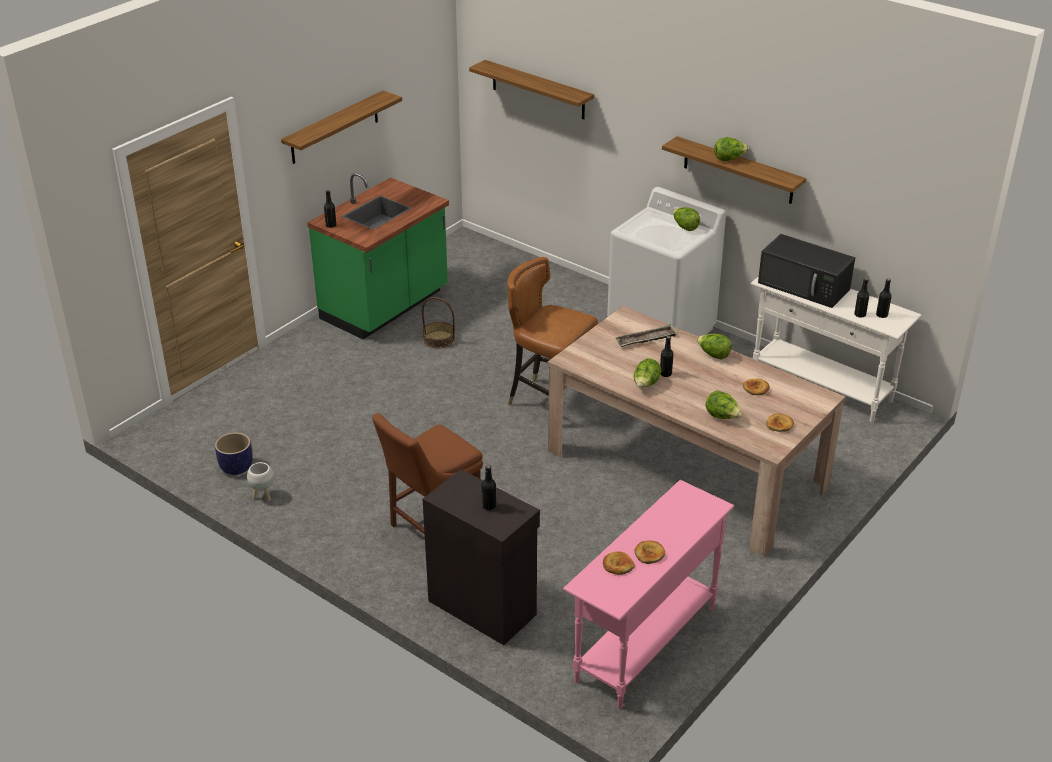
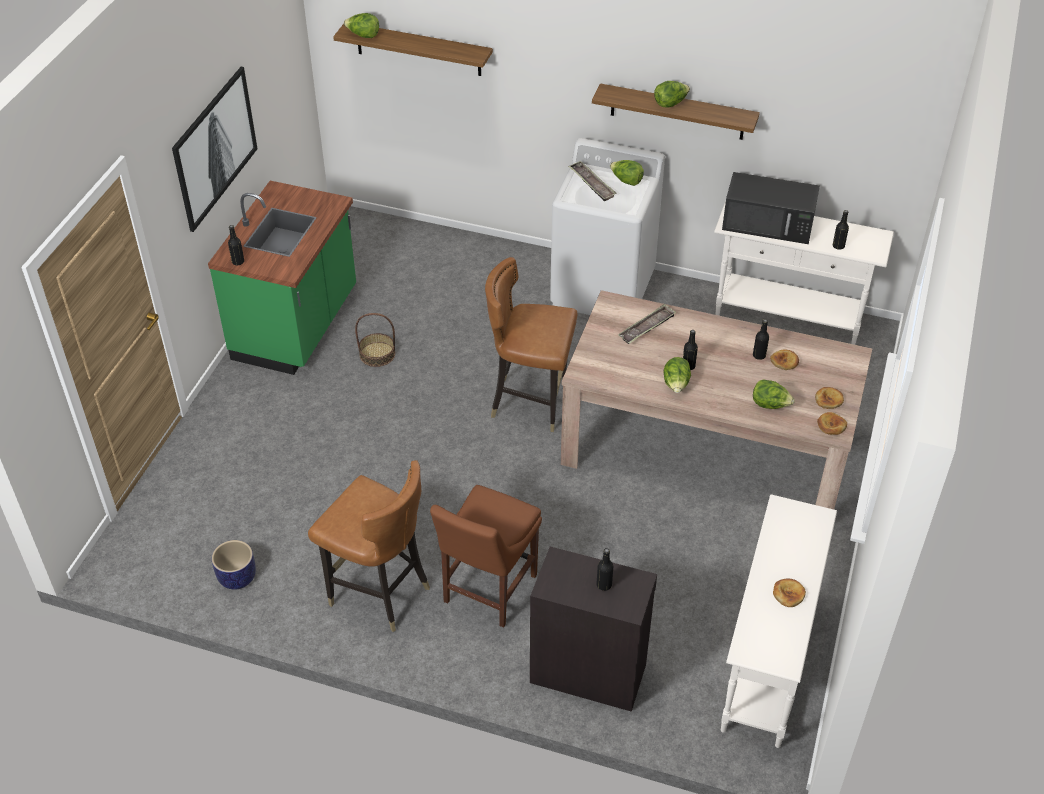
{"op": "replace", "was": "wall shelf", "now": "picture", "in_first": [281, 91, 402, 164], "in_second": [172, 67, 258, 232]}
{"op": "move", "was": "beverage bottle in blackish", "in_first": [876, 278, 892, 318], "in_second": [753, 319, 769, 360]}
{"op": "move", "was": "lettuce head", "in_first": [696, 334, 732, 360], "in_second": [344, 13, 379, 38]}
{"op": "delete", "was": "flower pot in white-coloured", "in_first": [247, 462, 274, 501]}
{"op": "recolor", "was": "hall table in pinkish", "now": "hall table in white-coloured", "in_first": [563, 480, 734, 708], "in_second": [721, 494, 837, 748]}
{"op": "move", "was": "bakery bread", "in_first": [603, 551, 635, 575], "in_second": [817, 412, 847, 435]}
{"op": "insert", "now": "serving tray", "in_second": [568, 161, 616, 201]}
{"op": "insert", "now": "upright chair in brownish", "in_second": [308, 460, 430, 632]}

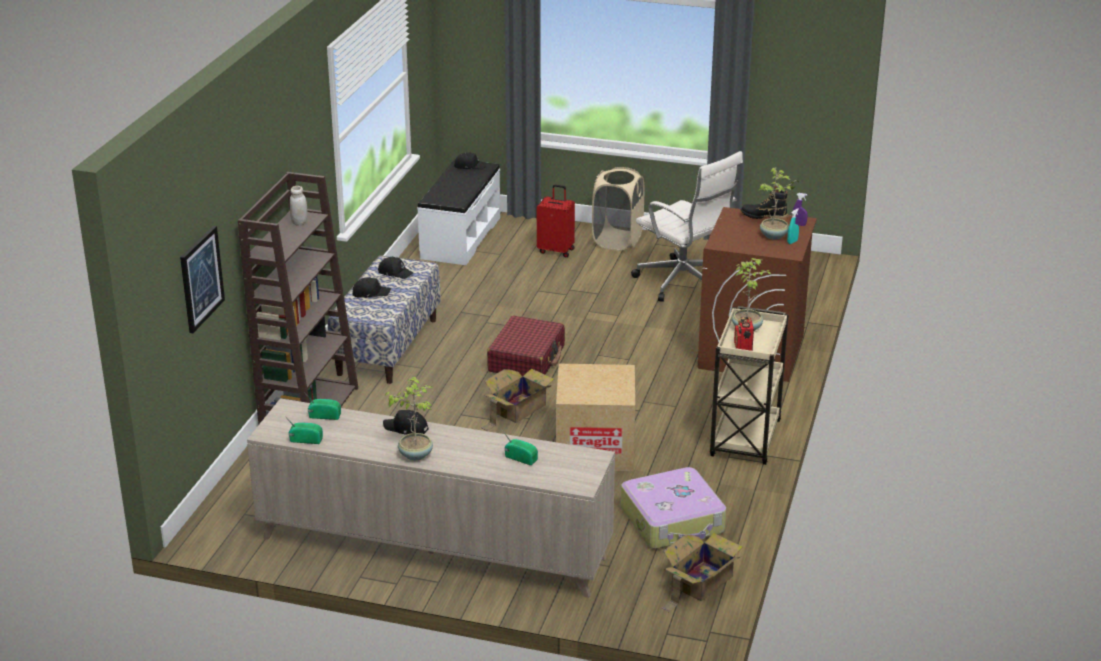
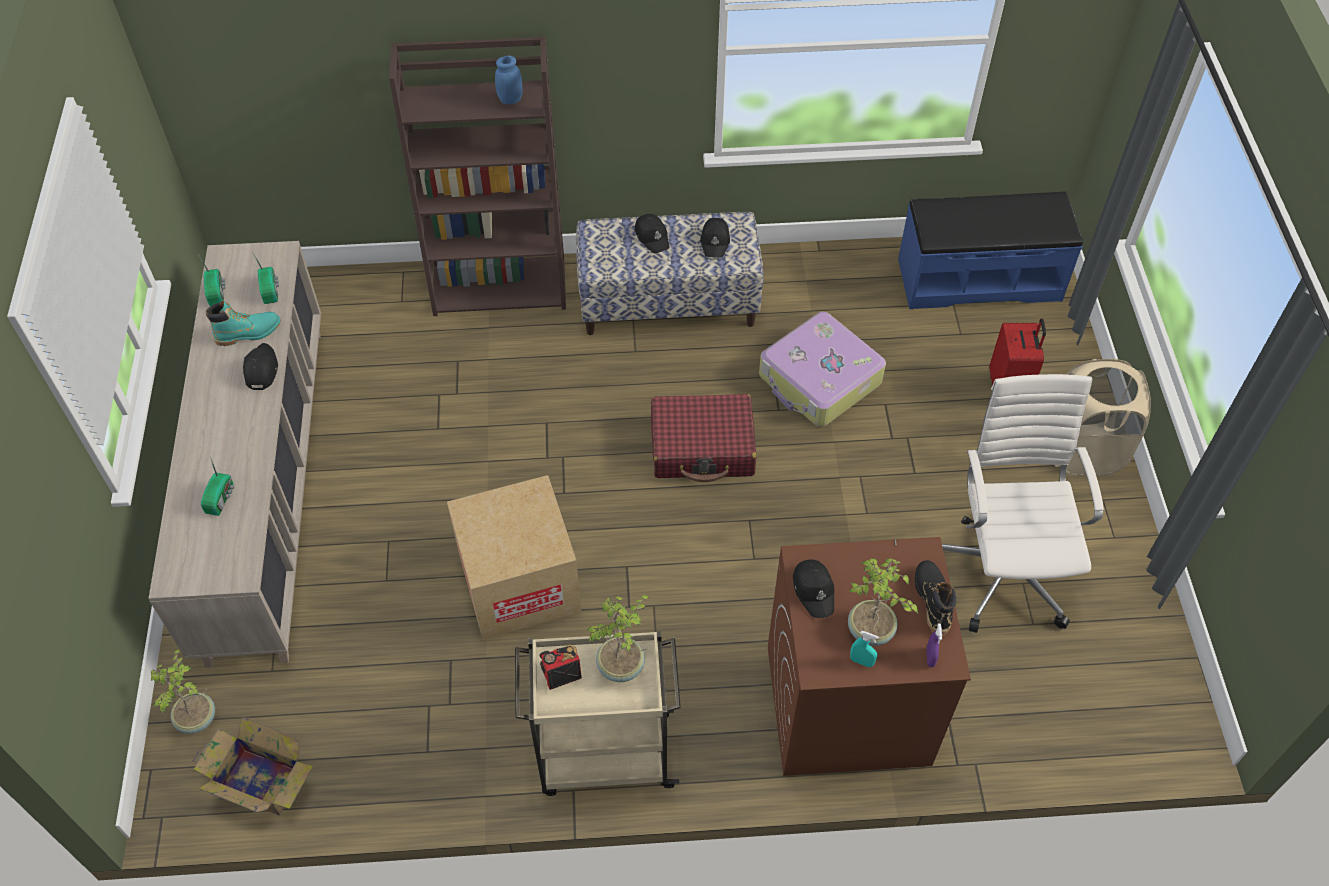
{"op": "rotate", "was": "desk chair in white-coloured", "in_first": [631, 151, 743, 302], "in_second": [942, 374, 1104, 633], "clockwise": 150}
{"op": "move", "was": "cap in blackish", "in_first": [454, 152, 487, 169], "in_second": [793, 559, 835, 618]}
{"op": "recolor", "was": "long seat in white-coloured", "now": "long seat in blue-coloured", "in_first": [417, 159, 500, 265], "in_second": [898, 192, 1083, 309]}
{"op": "recolor", "was": "jar in white-coloured", "now": "jar in blue-coloured", "in_first": [290, 186, 307, 226], "in_second": [495, 56, 523, 104]}
{"op": "delete", "was": "picture", "in_first": [180, 226, 225, 333]}
{"op": "delete", "was": "cardboard box", "in_first": [481, 369, 554, 431]}
{"op": "move", "was": "houseplant", "in_first": [384, 377, 433, 461], "in_second": [151, 649, 215, 734]}
{"op": "move", "was": "suitcase", "in_first": [621, 467, 726, 549], "in_second": [759, 312, 886, 427]}
{"op": "insert", "now": "tall boot in blue-green", "in_second": [206, 301, 281, 346]}

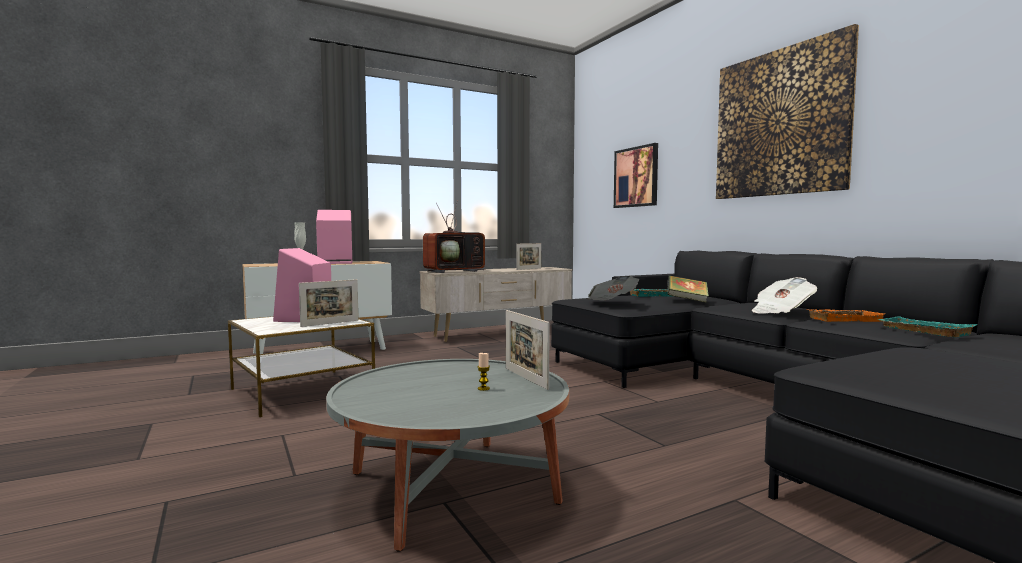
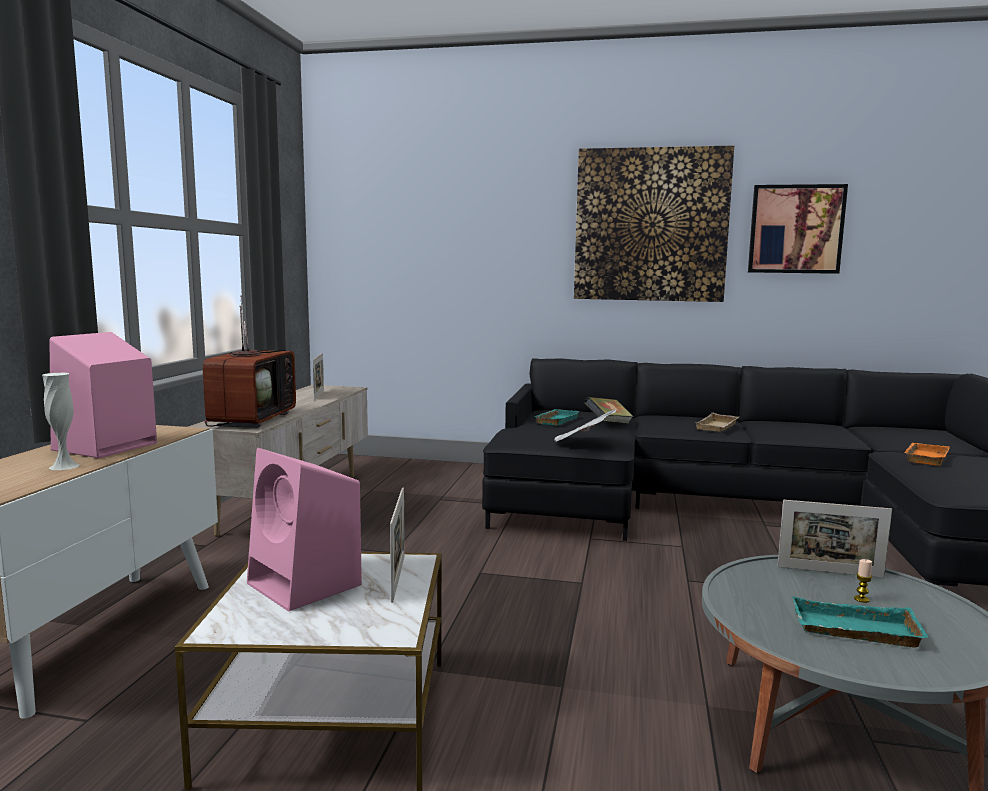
{"op": "move", "was": "picture", "in_first": [614, 143, 658, 208], "in_second": [748, 184, 848, 274]}
{"op": "replace", "was": "daily paper", "now": "serving tray in beige-coloured", "in_first": [752, 277, 817, 314], "in_second": [696, 413, 739, 432]}
{"op": "move", "was": "serving tray in orange", "in_first": [806, 309, 884, 322], "in_second": [905, 443, 950, 466]}
{"op": "move", "was": "serving tray in blue-green", "in_first": [879, 316, 978, 337], "in_second": [792, 596, 929, 648]}

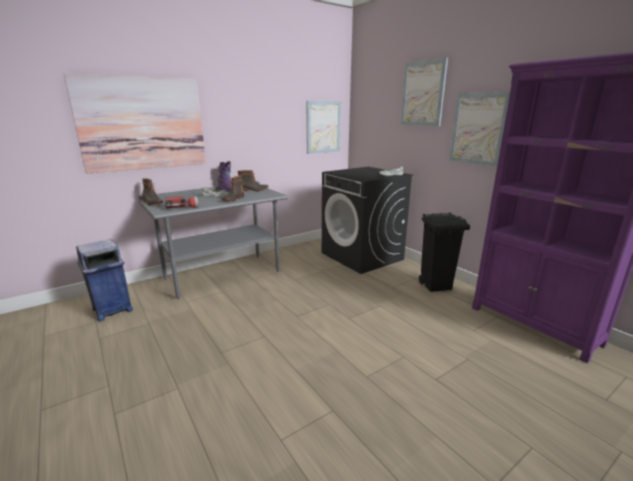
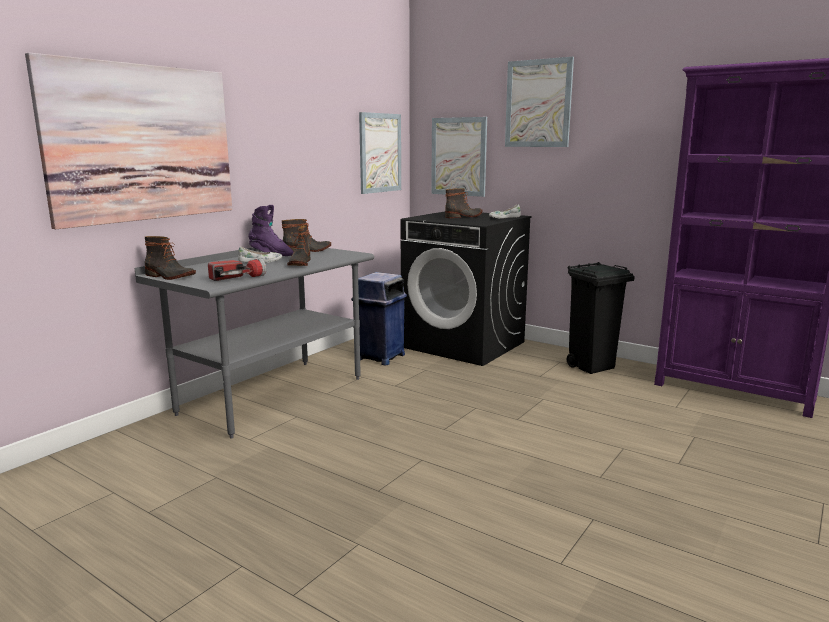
{"op": "move", "was": "picture", "in_first": [449, 92, 510, 167], "in_second": [431, 117, 487, 197]}
{"op": "move", "was": "waste bin in blue-coloured", "in_first": [76, 239, 133, 322], "in_second": [351, 272, 407, 365]}
{"op": "insert", "now": "tall boot", "in_second": [445, 188, 482, 218]}

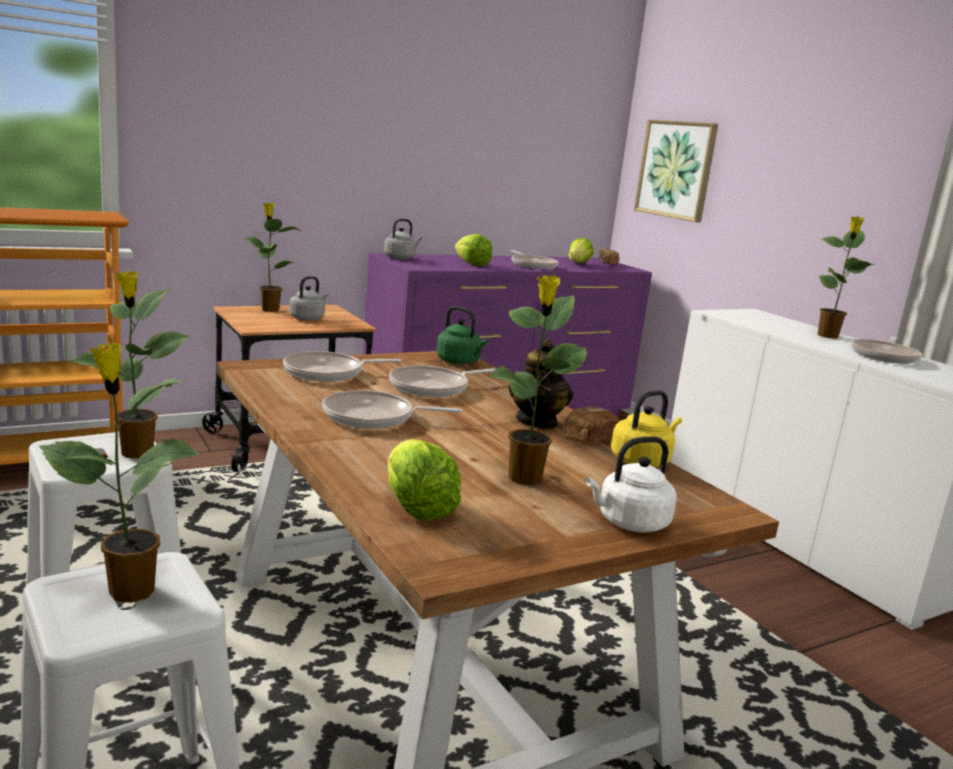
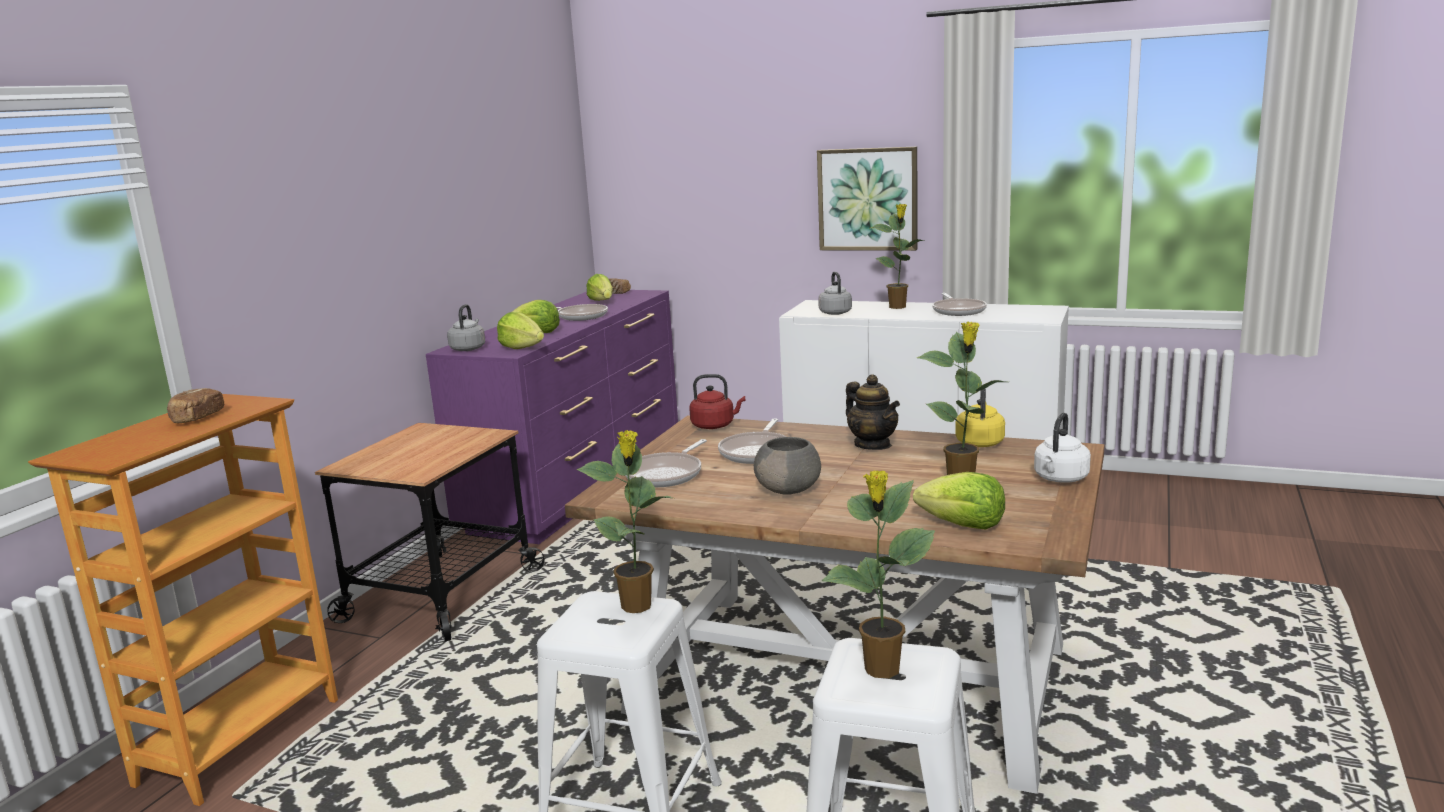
{"op": "move", "was": "picture", "in_first": [634, 120, 718, 222], "in_second": [817, 147, 917, 251]}
{"op": "delete", "was": "houseplant", "in_first": [243, 203, 302, 312]}
{"op": "move", "was": "water kettle in greyish", "in_first": [289, 276, 329, 321], "in_second": [818, 272, 852, 315]}
{"op": "recolor", "was": "water kettle in greenish", "now": "water kettle in red", "in_first": [436, 306, 488, 364], "in_second": [689, 374, 745, 429]}
{"op": "replace", "was": "frying pan", "now": "bowl in greyish", "in_first": [322, 390, 463, 429], "in_second": [754, 437, 821, 494]}
{"op": "move", "was": "bakery bread", "in_first": [563, 407, 620, 443], "in_second": [167, 388, 224, 424]}
{"op": "insert", "now": "lettuce head", "in_second": [497, 312, 544, 349]}

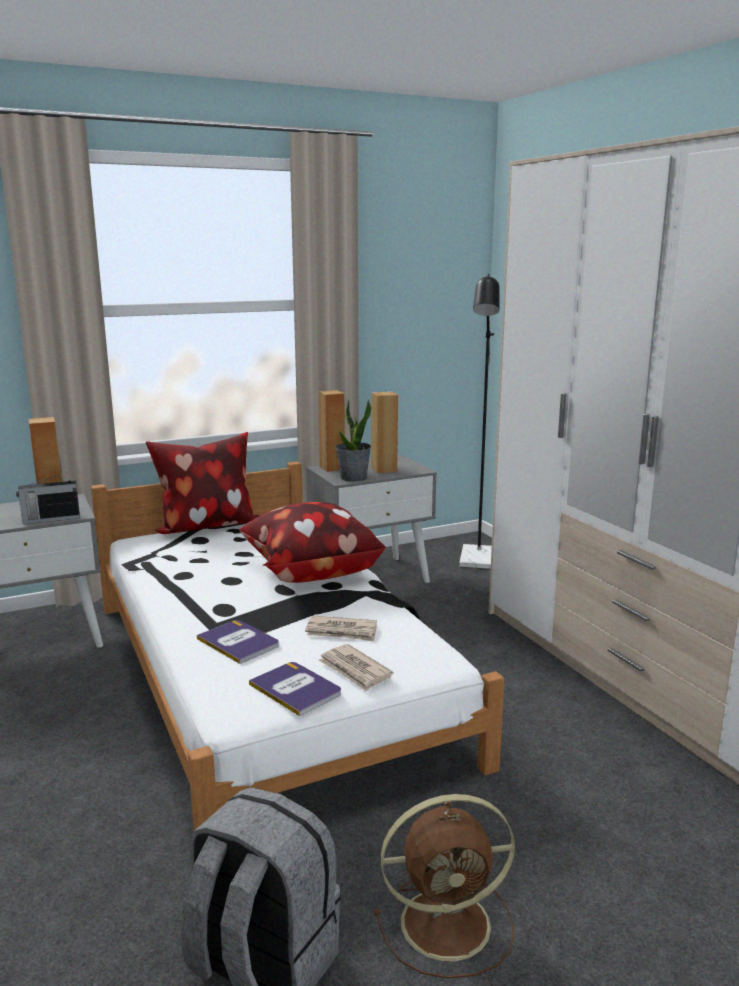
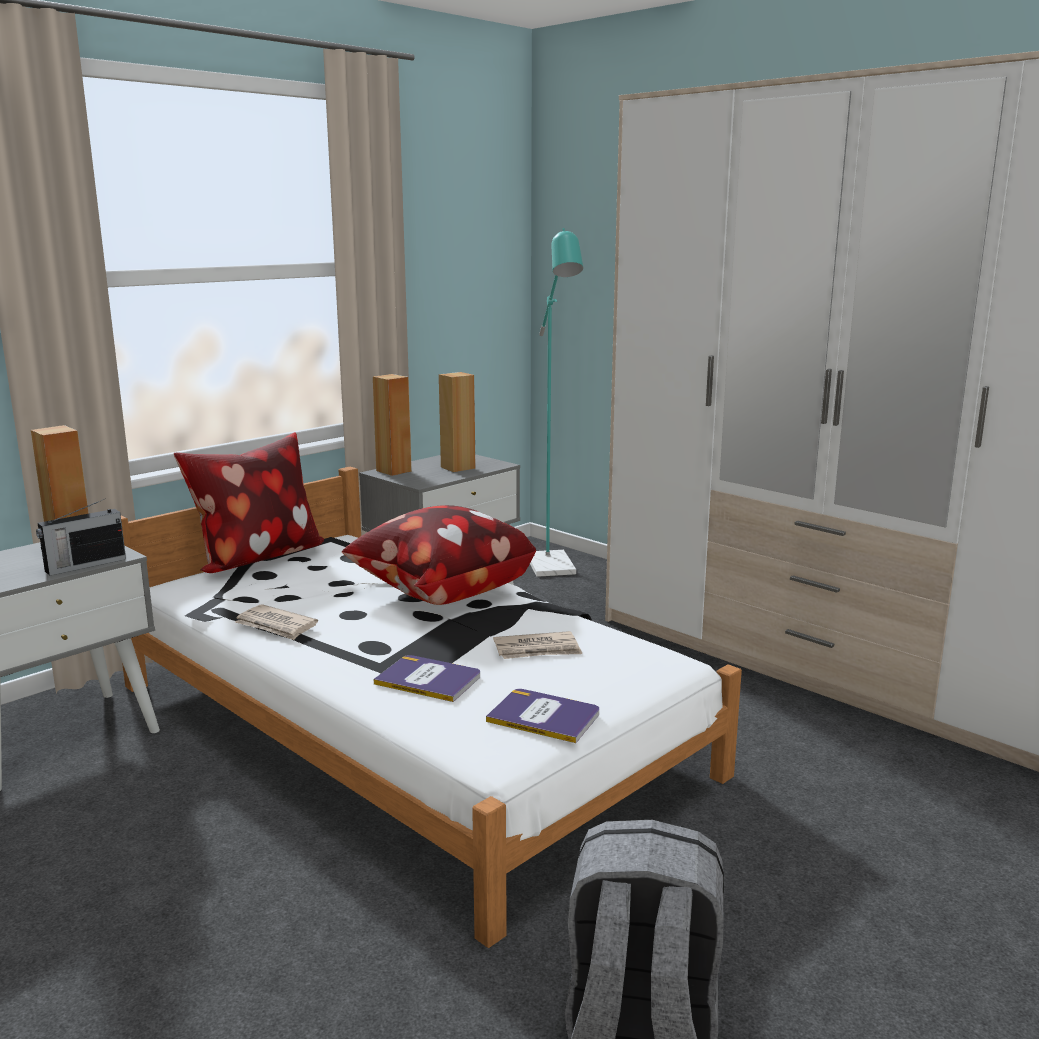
{"op": "recolor", "was": "standard lamp in blackish", "now": "standard lamp in blue-green", "in_first": [459, 274, 500, 569], "in_second": [530, 228, 583, 577]}
{"op": "delete", "was": "houseplant", "in_first": [335, 400, 371, 482]}
{"op": "move", "was": "daily paper", "in_first": [318, 644, 393, 691], "in_second": [235, 604, 318, 640]}
{"op": "delete", "was": "electric fan in brownish", "in_first": [374, 794, 515, 979]}

